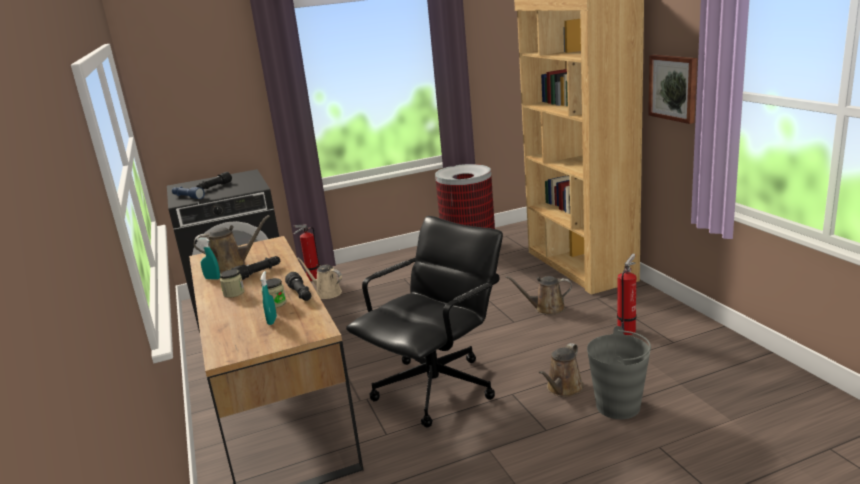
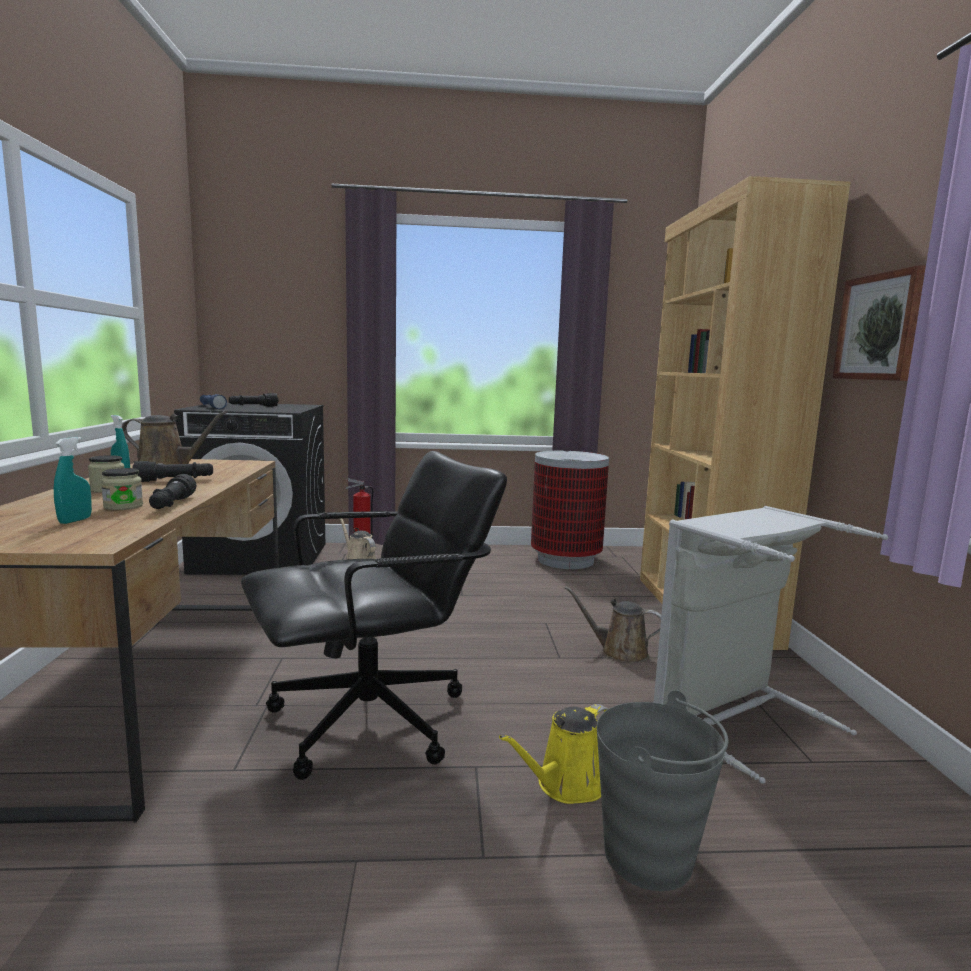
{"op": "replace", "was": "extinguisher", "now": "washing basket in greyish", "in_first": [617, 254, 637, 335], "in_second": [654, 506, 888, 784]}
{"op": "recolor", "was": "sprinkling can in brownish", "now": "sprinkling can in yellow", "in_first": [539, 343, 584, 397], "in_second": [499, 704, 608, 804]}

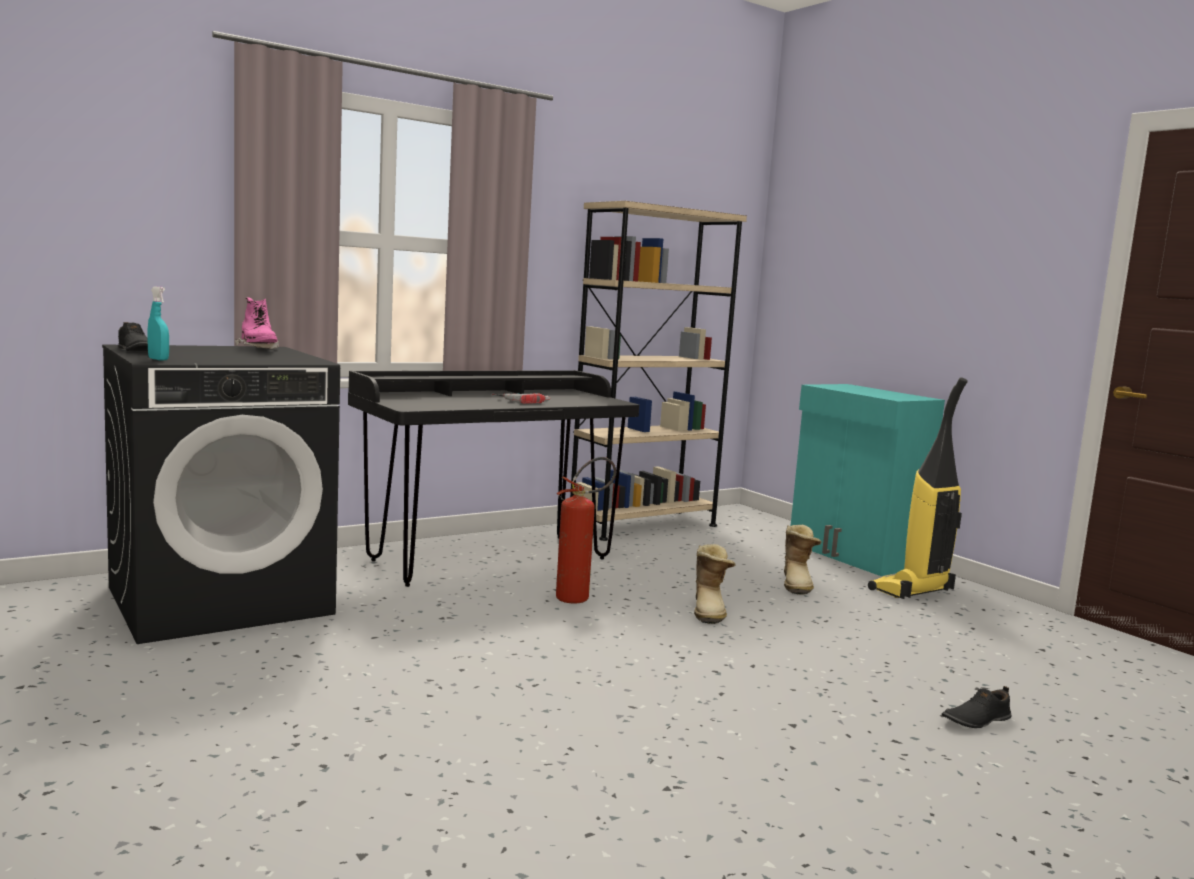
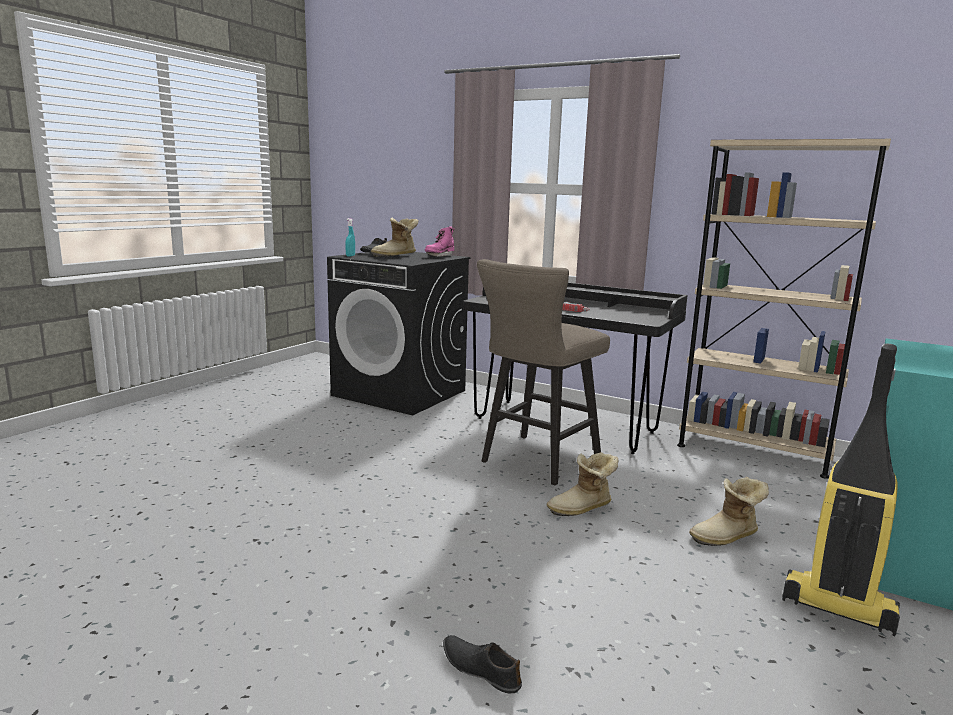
{"op": "replace", "was": "extinguisher", "now": "sitting stool in beige-coloured", "in_first": [556, 457, 616, 604], "in_second": [477, 259, 610, 485]}
{"op": "insert", "now": "tall boot", "in_second": [371, 218, 418, 257]}

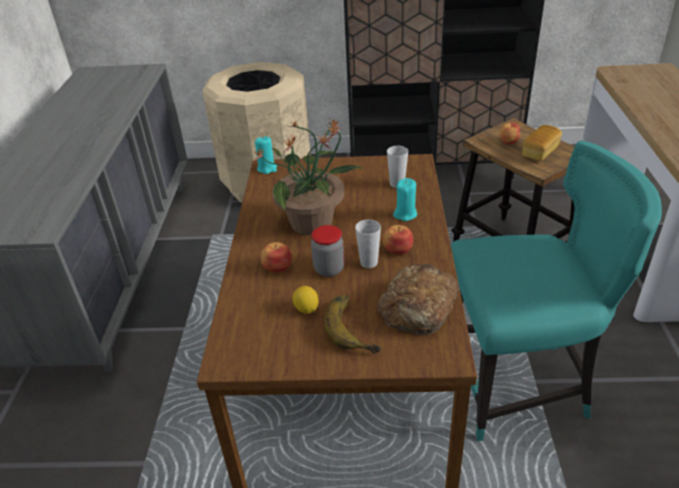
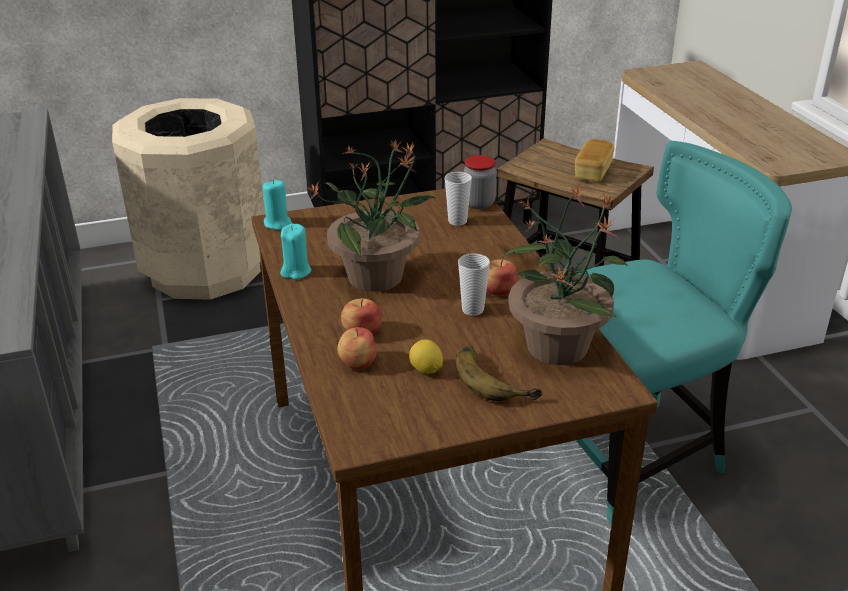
{"op": "move", "was": "whole apple", "in_first": [499, 122, 520, 145], "in_second": [337, 327, 377, 370]}
{"op": "move", "was": "candle in blue-green", "in_first": [393, 178, 417, 221], "in_second": [280, 224, 312, 280]}
{"op": "move", "was": "jar", "in_first": [311, 225, 344, 277], "in_second": [464, 155, 496, 209]}
{"op": "replace", "was": "bakery bread", "now": "houseplant", "in_first": [377, 264, 459, 335], "in_second": [504, 184, 627, 365]}

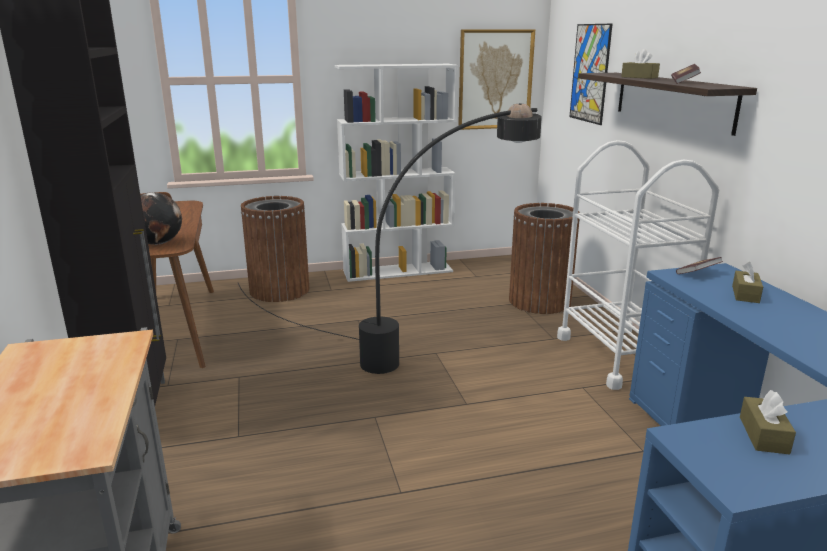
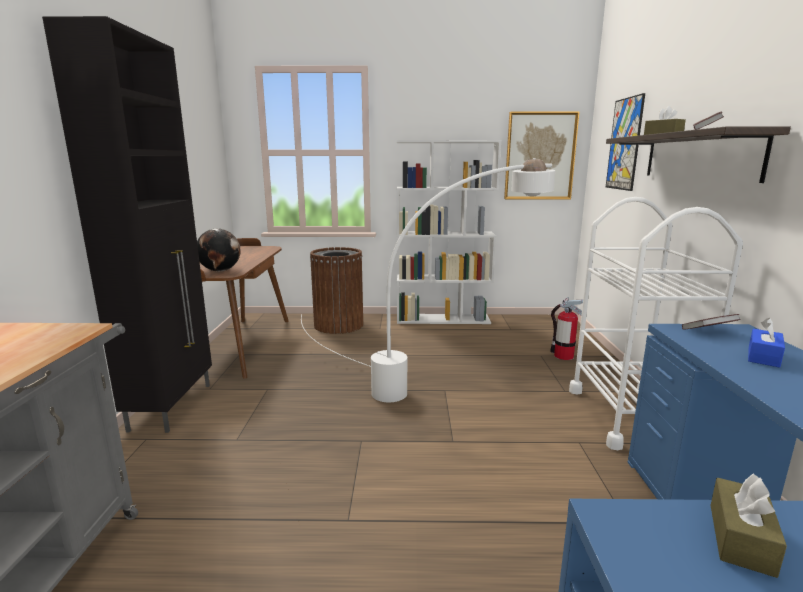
{"op": "recolor", "was": "standard lamp in blackish", "now": "standard lamp in white-coloured", "in_first": [238, 103, 542, 374], "in_second": [301, 158, 555, 402]}
{"op": "replace", "was": "waste bin in brownish", "now": "extinguisher", "in_first": [509, 203, 580, 314], "in_second": [550, 297, 583, 360]}
{"op": "recolor", "was": "tissue holder in brownish", "now": "tissue holder in blue-coloured", "in_first": [732, 262, 763, 303], "in_second": [748, 318, 785, 368]}

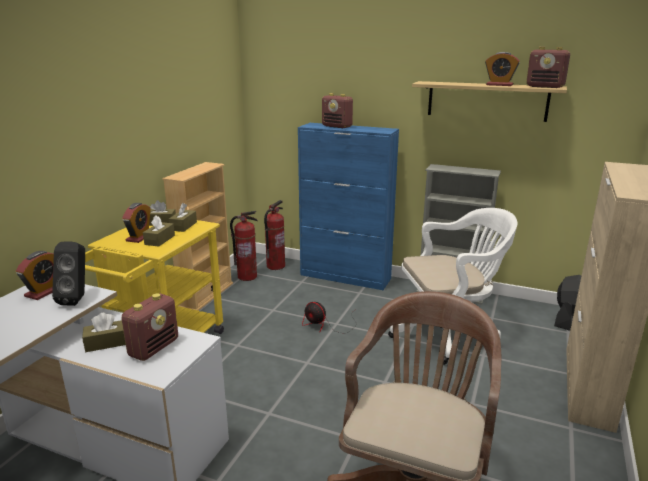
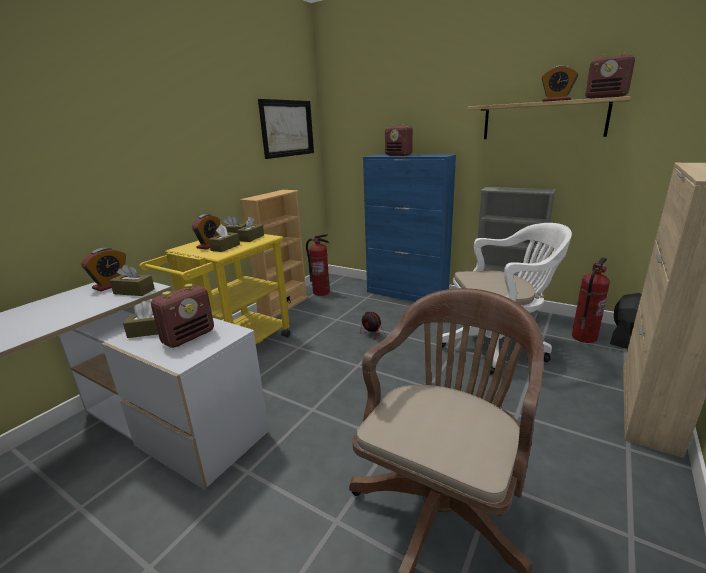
{"op": "move", "was": "extinguisher", "in_first": [264, 200, 285, 270], "in_second": [572, 257, 610, 343]}
{"op": "replace", "was": "loudspeaker in blackish", "now": "tissue holder in brownish", "in_first": [52, 241, 85, 306], "in_second": [110, 264, 155, 296]}
{"op": "insert", "now": "picture", "in_second": [258, 99, 314, 159]}

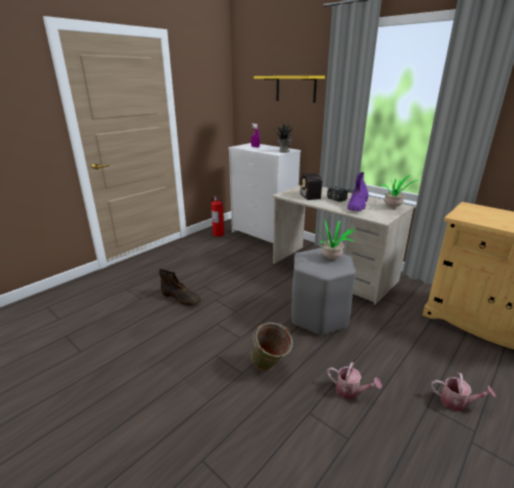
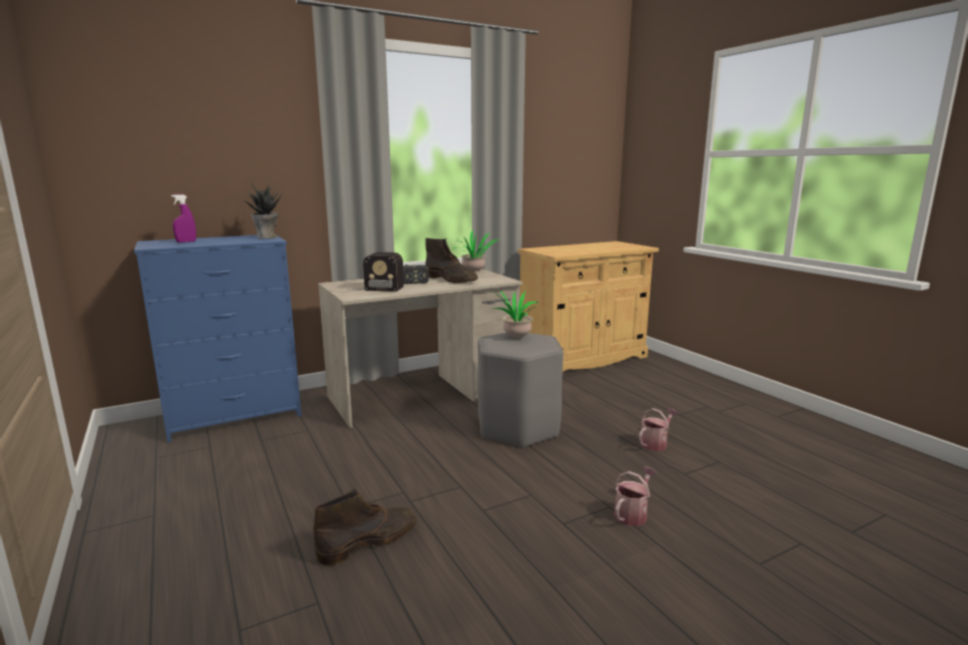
{"op": "delete", "was": "wall shelf in yellow", "in_first": [254, 76, 325, 103]}
{"op": "recolor", "was": "chest of drawers in white-coloured", "now": "chest of drawers in blue-coloured", "in_first": [228, 143, 301, 243], "in_second": [134, 235, 302, 443]}
{"op": "recolor", "was": "tall boot in purple-coloured", "now": "tall boot in brownish", "in_first": [347, 172, 369, 211], "in_second": [425, 238, 478, 283]}
{"op": "delete", "was": "extinguisher", "in_first": [211, 196, 224, 237]}
{"op": "delete", "was": "bucket in greenish", "in_first": [251, 323, 293, 371]}
{"op": "move", "was": "sprinkling can", "in_first": [431, 372, 496, 411], "in_second": [614, 466, 657, 526]}

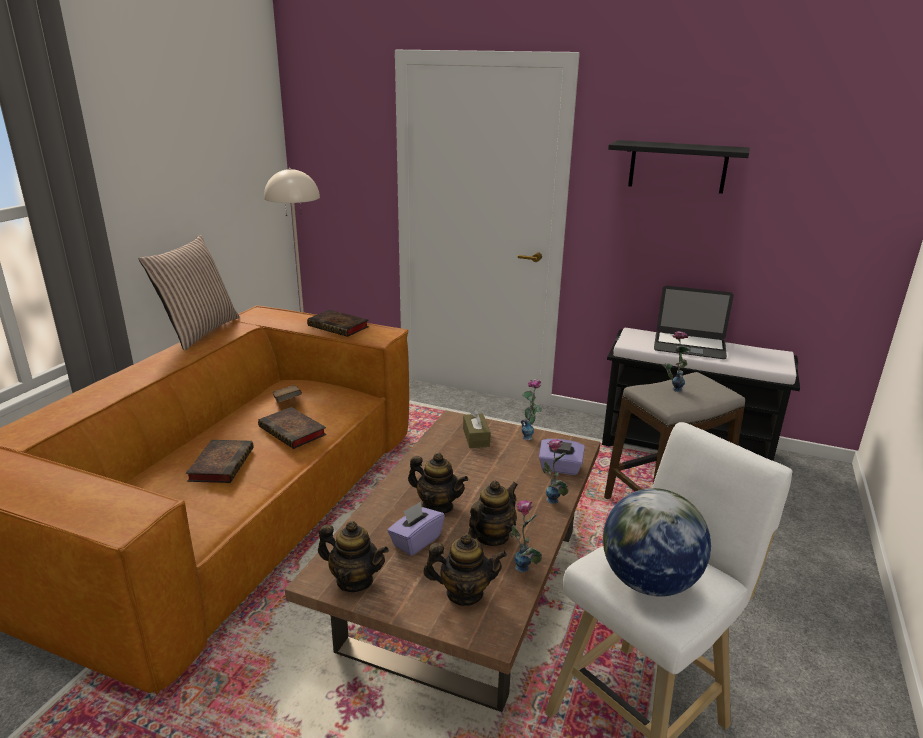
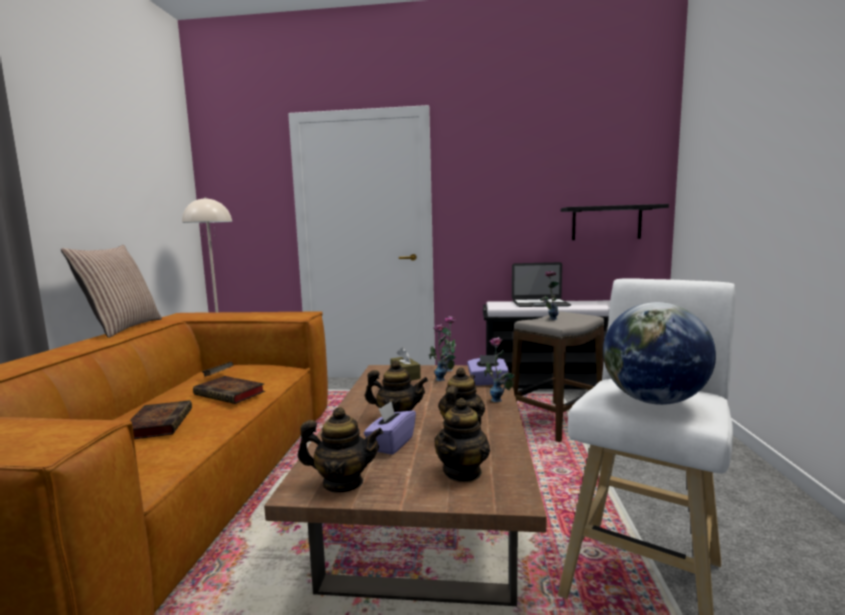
{"op": "move", "was": "wall shelf in blackish", "in_first": [608, 140, 749, 194], "in_second": [561, 204, 669, 240]}
{"op": "delete", "was": "bound book", "in_first": [307, 310, 369, 337]}
{"op": "move", "was": "flower vase", "in_first": [510, 501, 542, 572], "in_second": [429, 324, 456, 381]}
{"op": "rotate", "was": "teapot", "in_first": [423, 533, 507, 606], "in_second": [434, 398, 490, 482], "clockwise": 135}

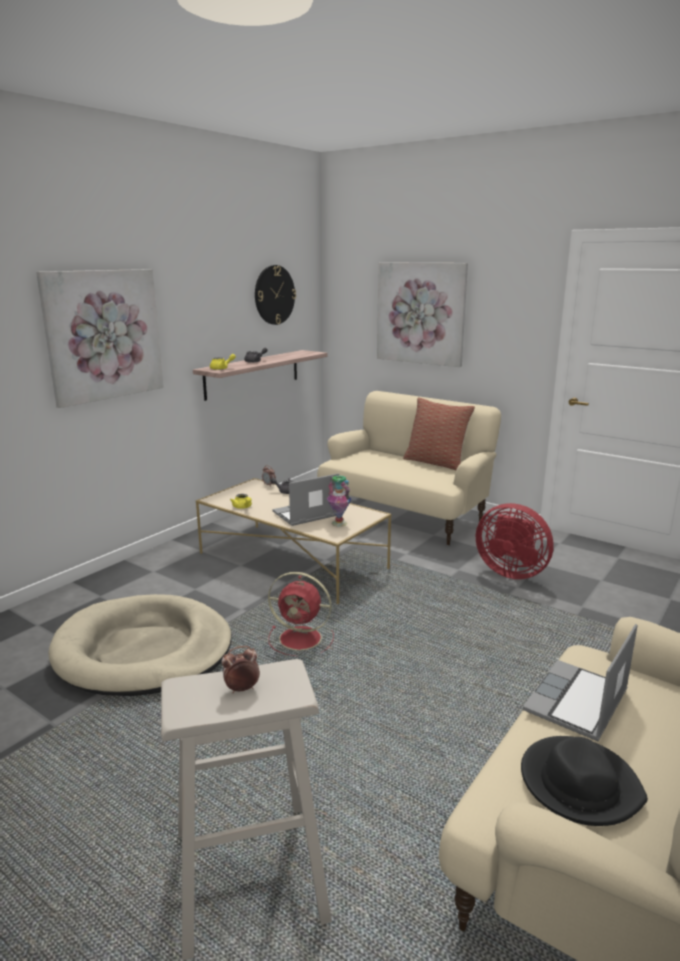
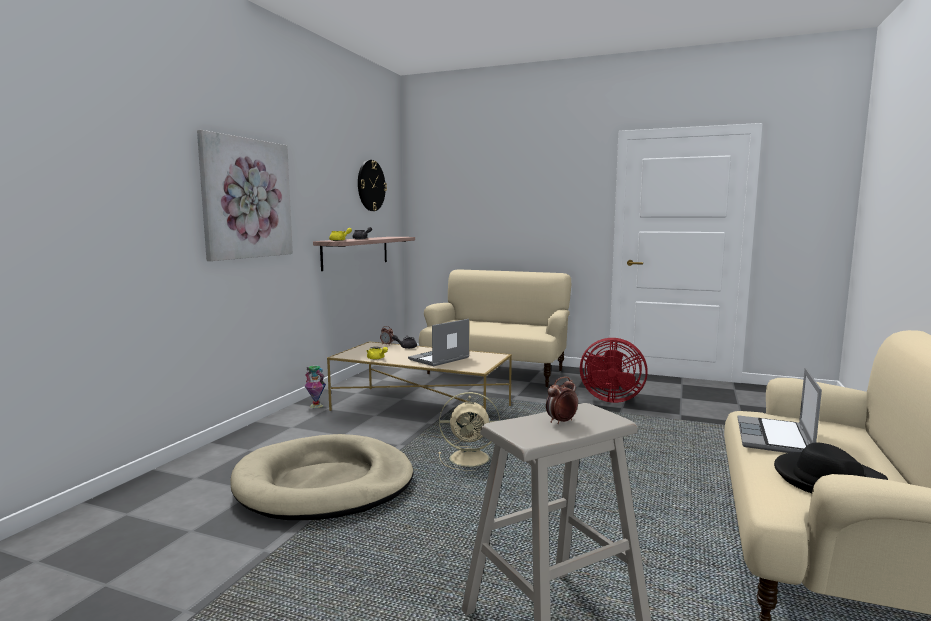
{"op": "delete", "was": "picture", "in_first": [377, 262, 468, 367]}
{"op": "delete", "was": "throw pillow", "in_first": [403, 397, 475, 471]}
{"op": "move", "was": "flower vase", "in_first": [327, 476, 352, 527], "in_second": [305, 366, 326, 408]}
{"op": "recolor", "was": "electric fan in red", "now": "electric fan in beige-coloured", "in_first": [268, 572, 334, 656], "in_second": [439, 392, 500, 471]}

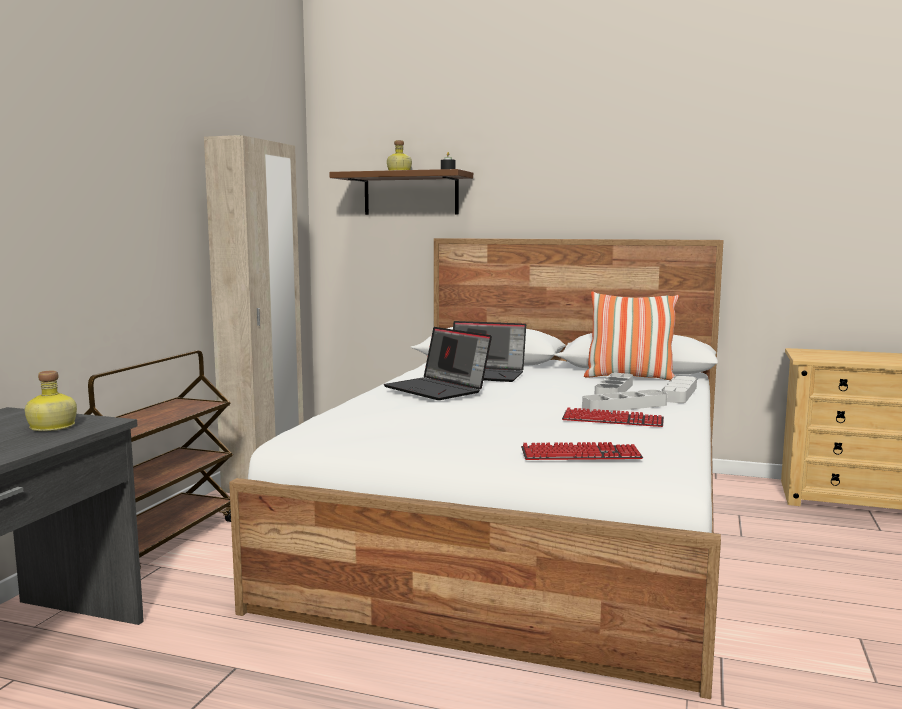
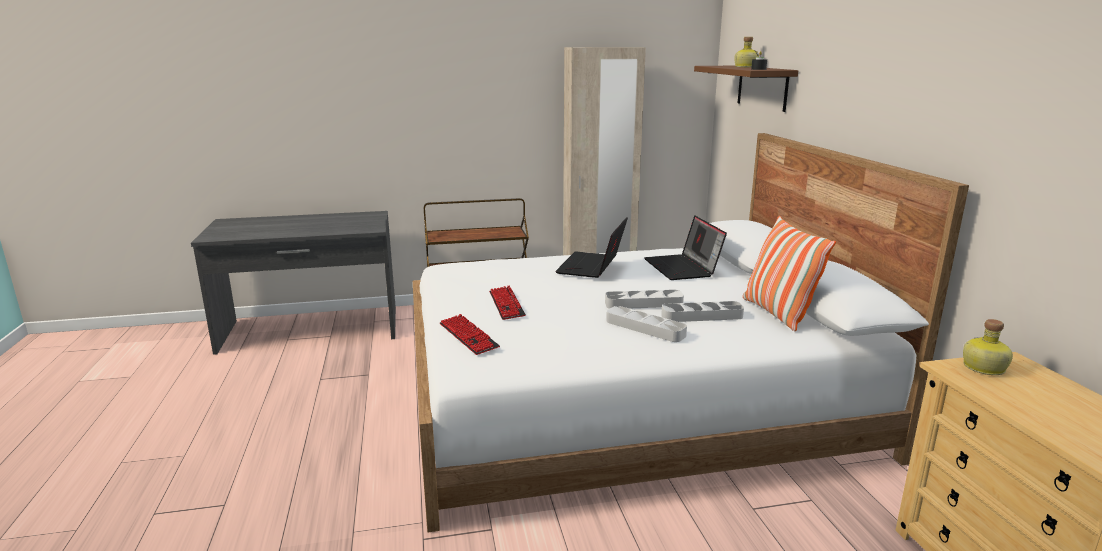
{"op": "move", "was": "beverage bottle", "in_first": [25, 371, 77, 431], "in_second": [963, 319, 1013, 375]}
{"op": "move", "was": "serving tray in greyish", "in_first": [662, 376, 697, 403], "in_second": [605, 290, 684, 309]}
{"op": "move", "was": "PC keyboard", "in_first": [562, 408, 664, 427], "in_second": [490, 286, 526, 320]}

